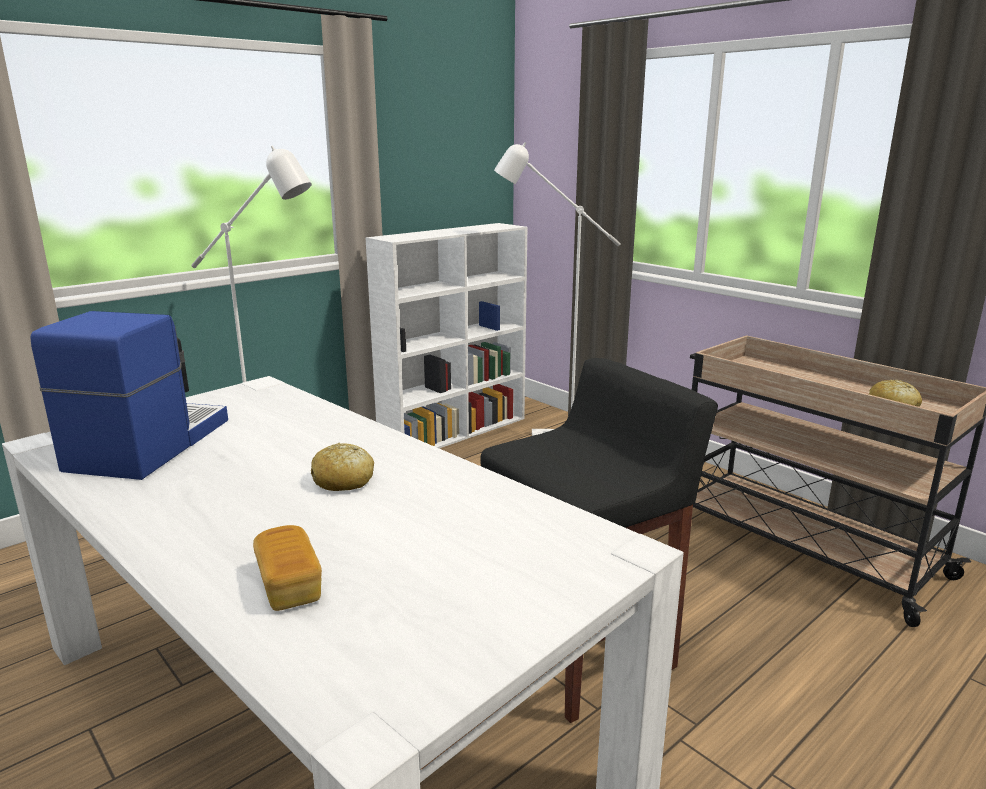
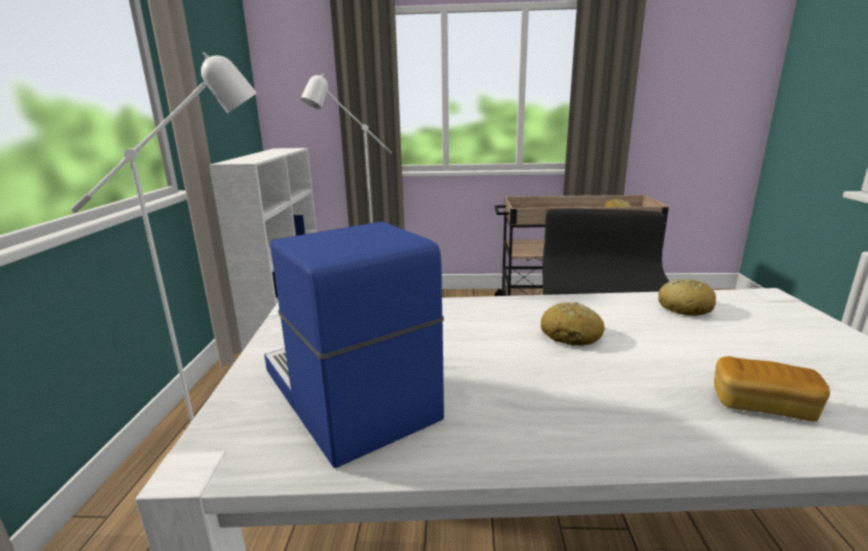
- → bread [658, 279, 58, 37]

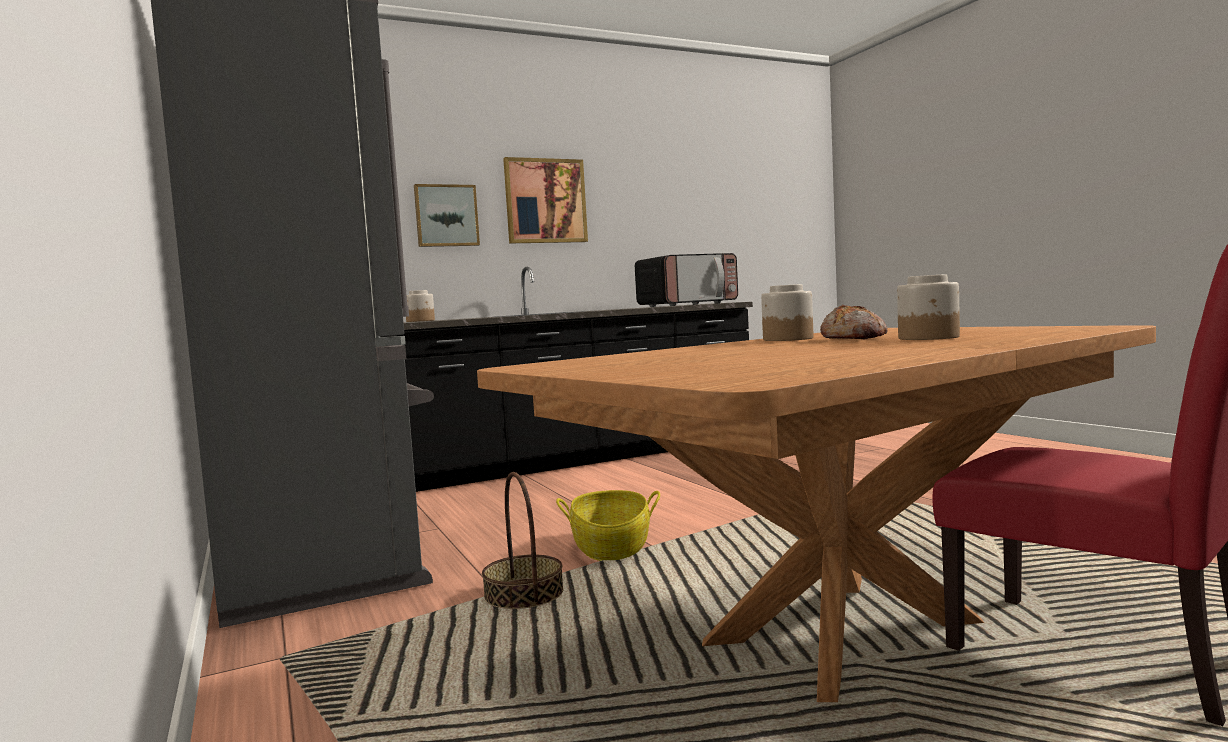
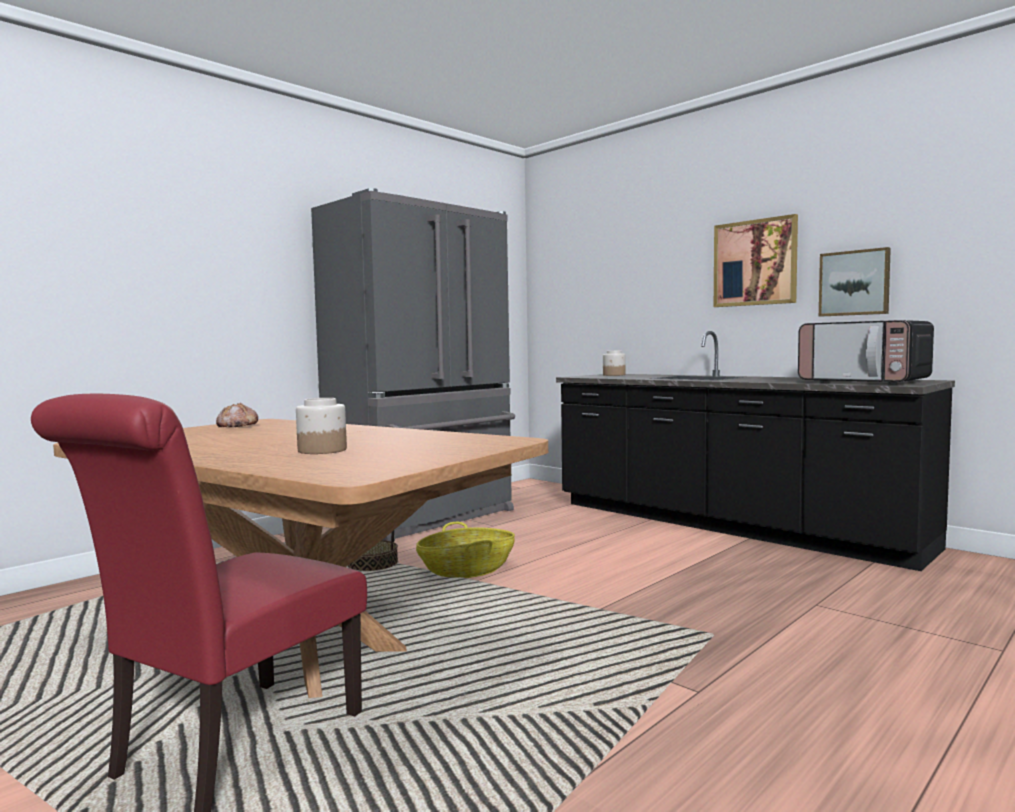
picture [414, 184, 66, 63] → picture [819, 247, 72, 69], move
jar [761, 284, 52, 57] → -
bread [820, 305, 67, 34] → bread [216, 403, 42, 24], move

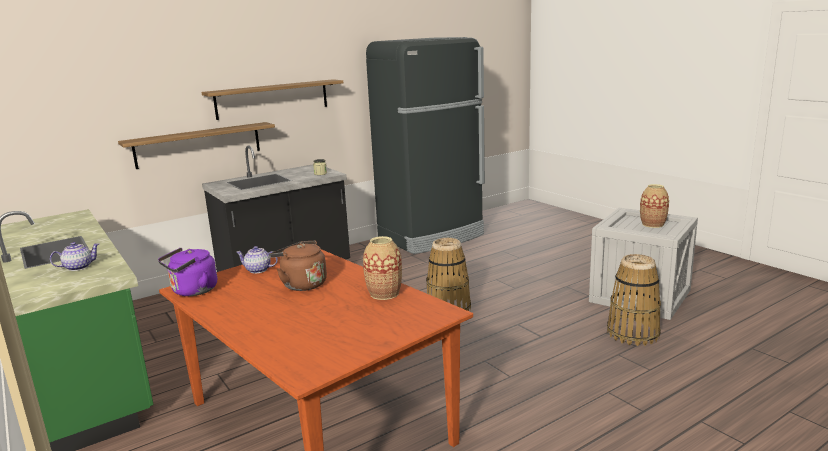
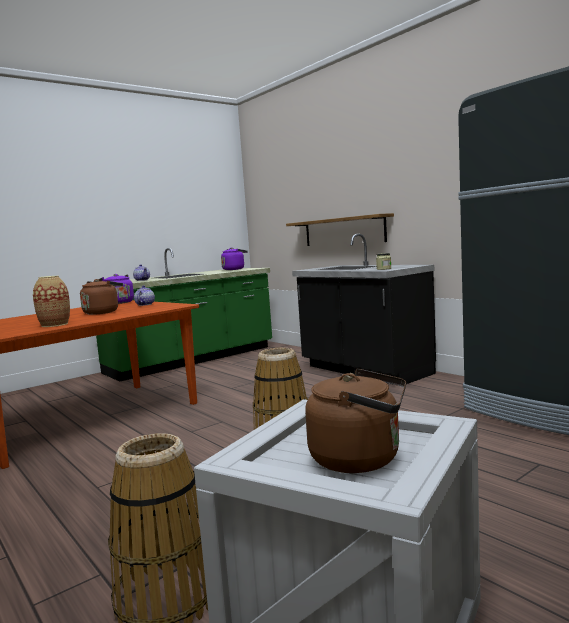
shelf [201, 79, 142, 41] → -
vase [640, 184, 29, 44] → brown kettle [305, 369, 101, 104]
- → purple kettle [221, 247, 27, 23]

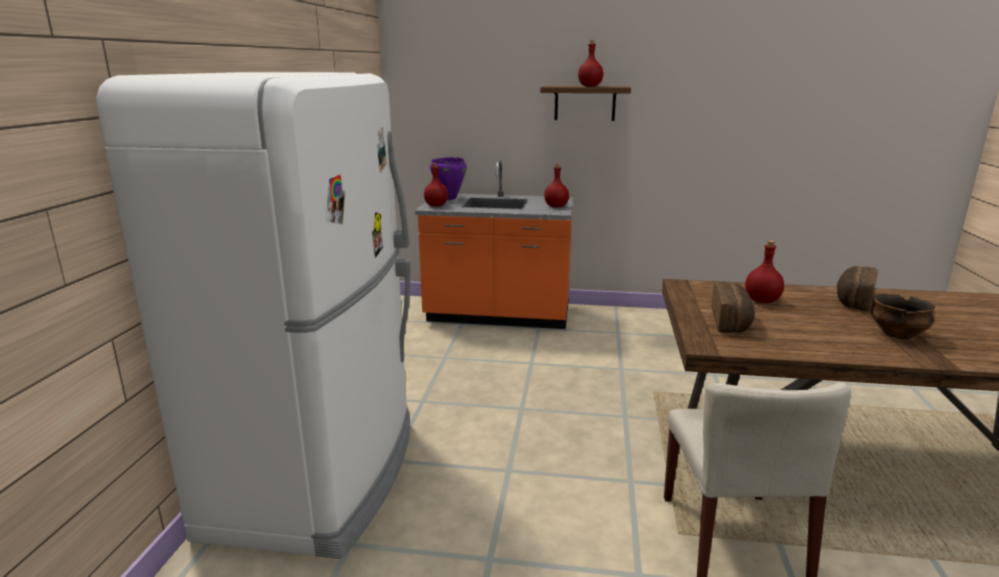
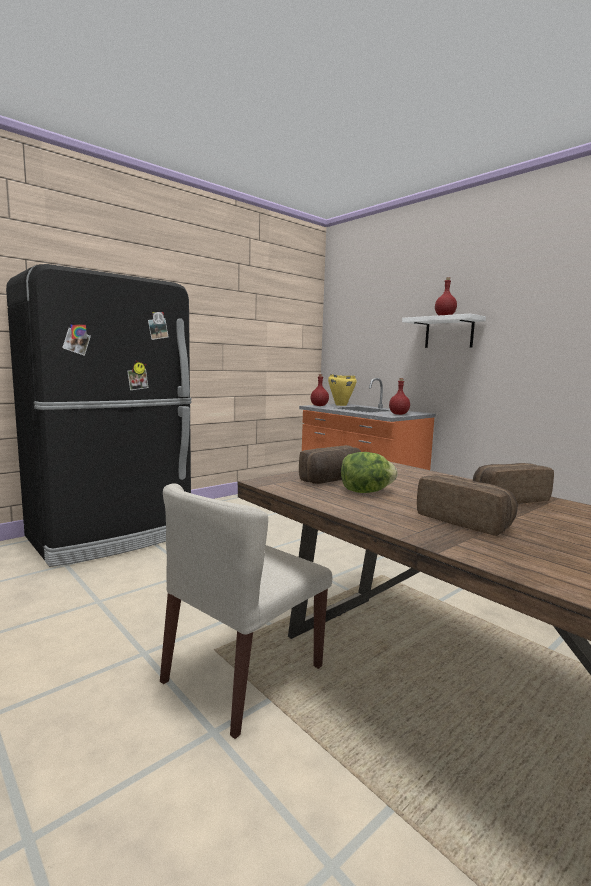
white fridge [97, 72, 313, 487] → black fridge [6, 264, 186, 303]
purple cooking pot [430, 157, 36, 43] → yellow cooking pot [328, 374, 29, 32]
brown shelf [540, 86, 91, 35] → white shelf [402, 314, 84, 34]
red bottle [745, 240, 39, 63] → -
bowl [871, 294, 64, 45] → bread [417, 474, 101, 62]
- → lettuce [341, 452, 57, 41]

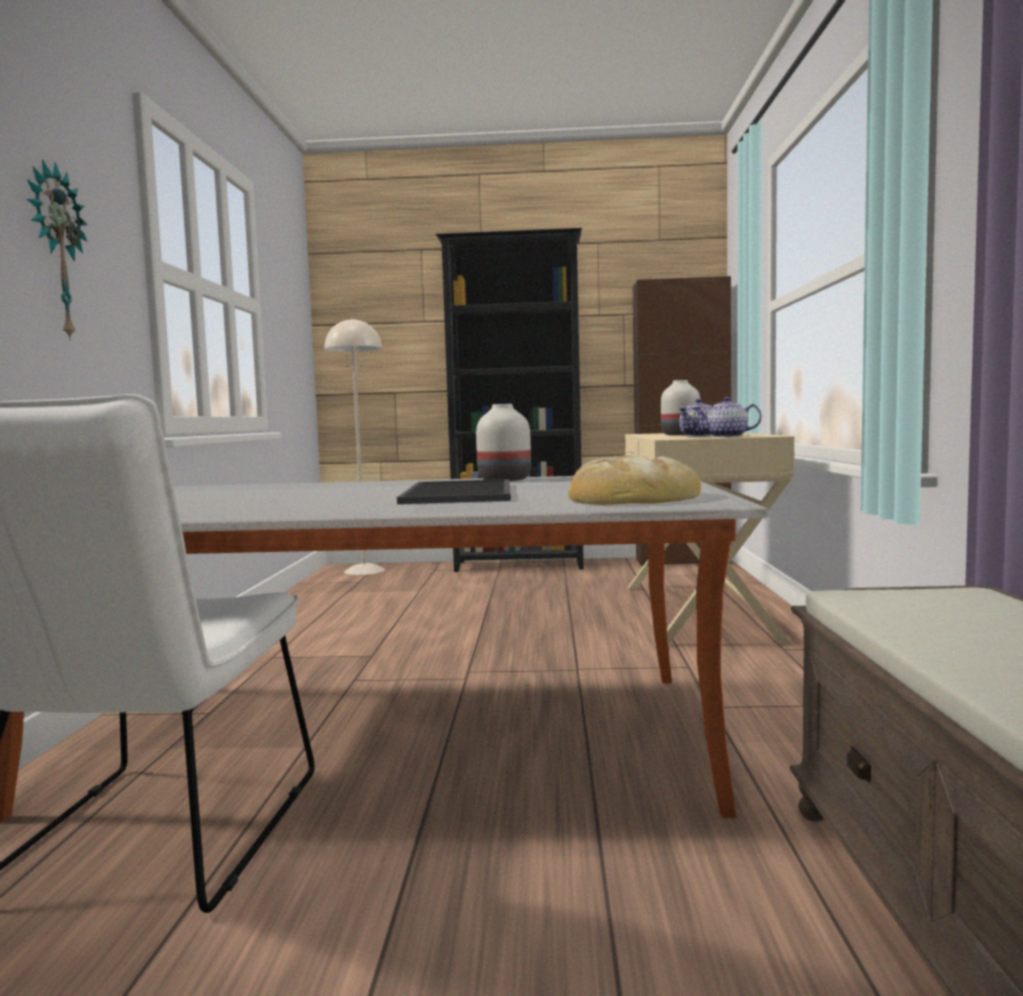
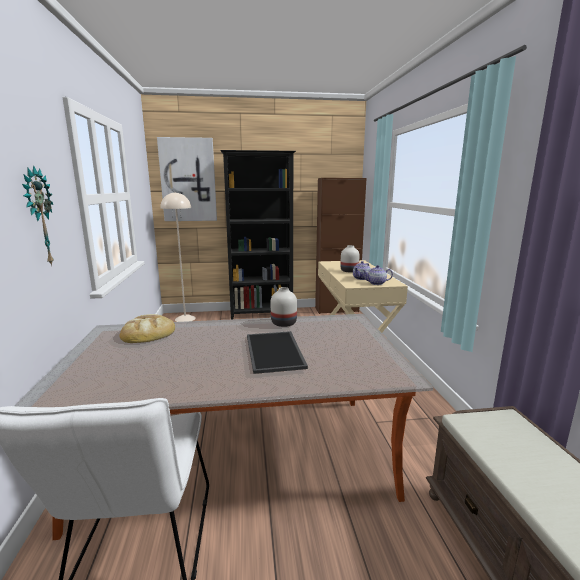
bread [568, 455, 133, 50] → bread [119, 314, 56, 29], move
- → picture [157, 137, 60, 84]

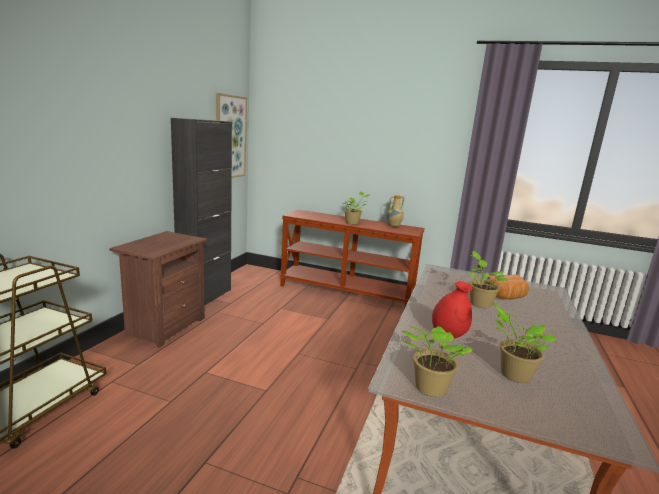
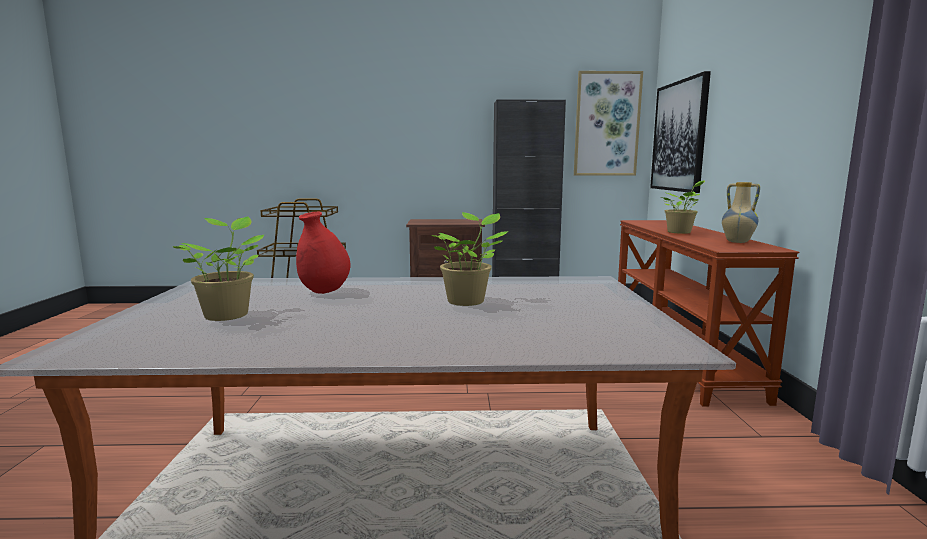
potted plant [402, 326, 71, 71] → -
bread [486, 275, 43, 24] → -
- → picture [650, 71, 61, 122]

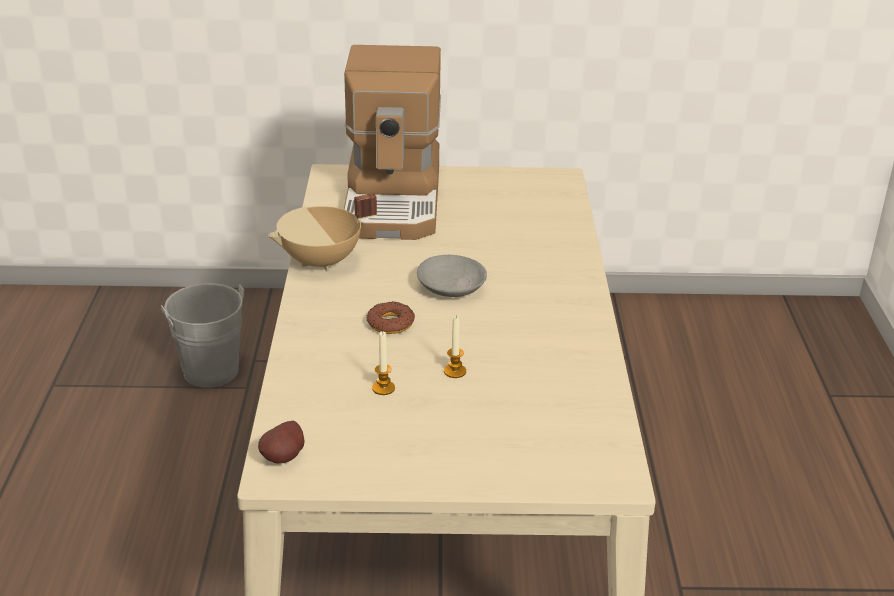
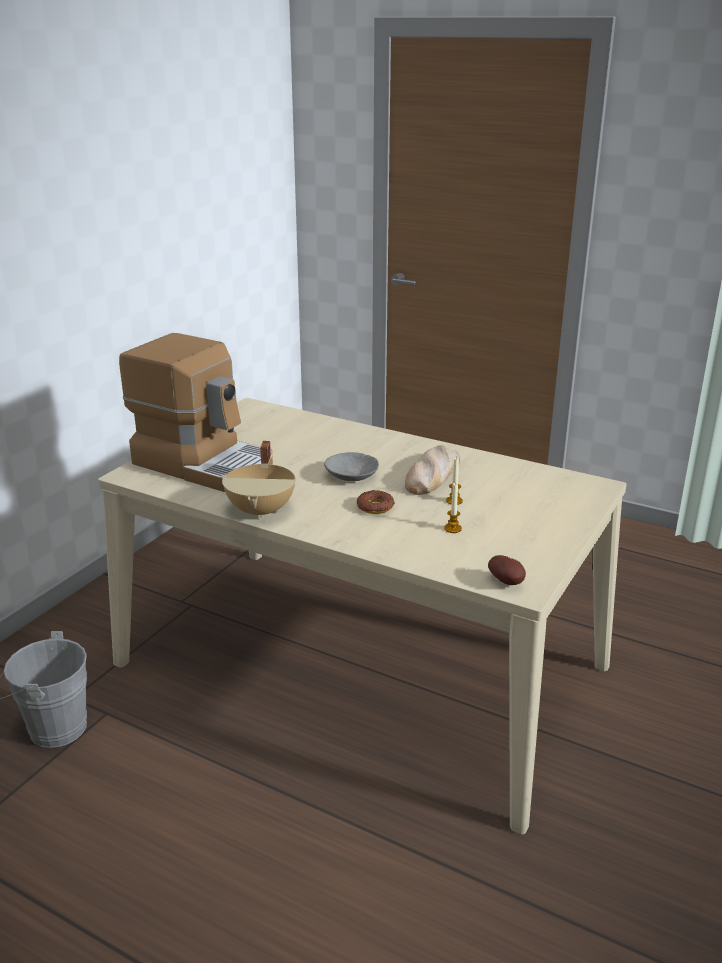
- → bread [405, 445, 55, 50]

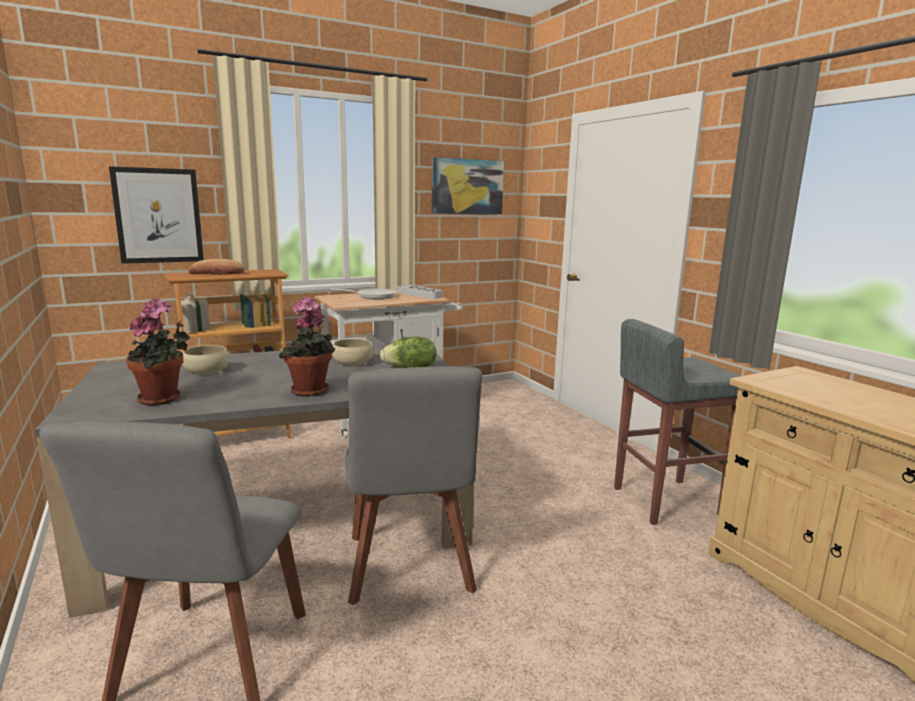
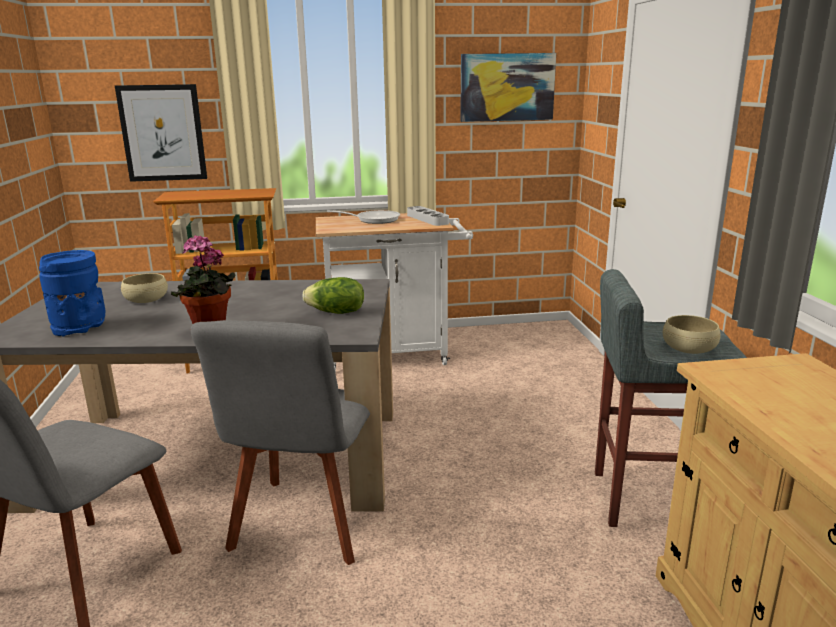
potted plant [126, 298, 64, 107] → blue vase [39, 250, 66, 87]
bread [188, 259, 57, 16] → -
beige bowl [332, 339, 41, 27] → beige bowl [663, 315, 58, 39], move

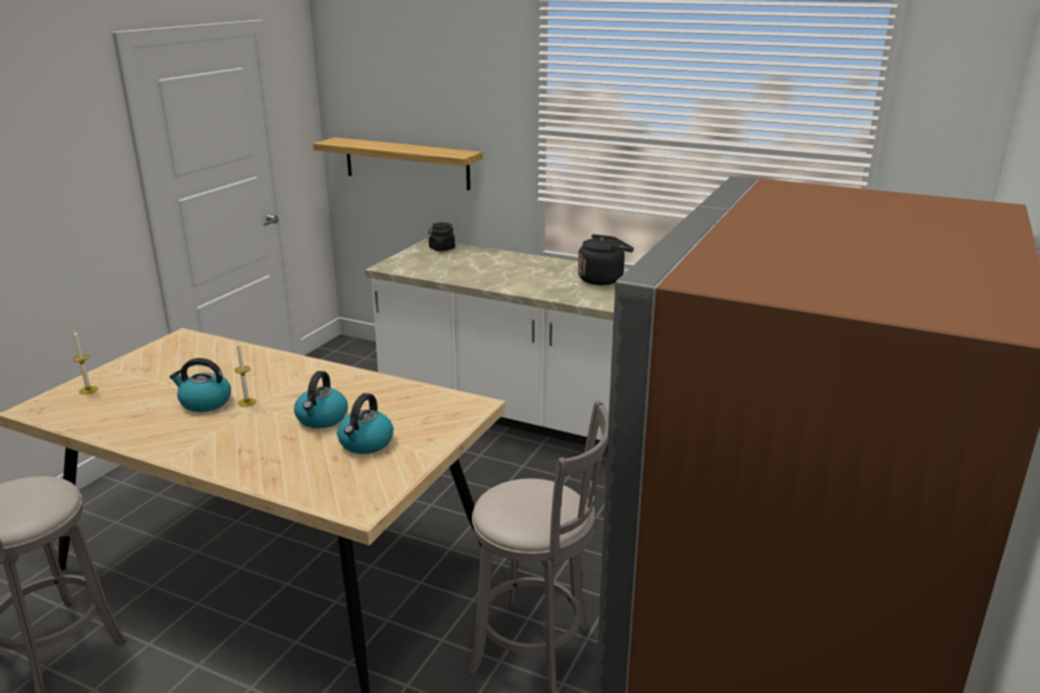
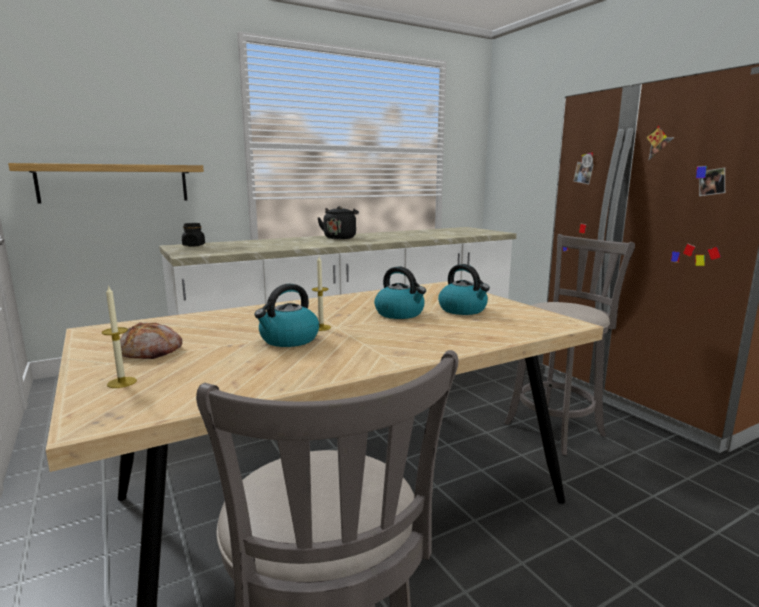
- → bread [120, 322, 62, 37]

